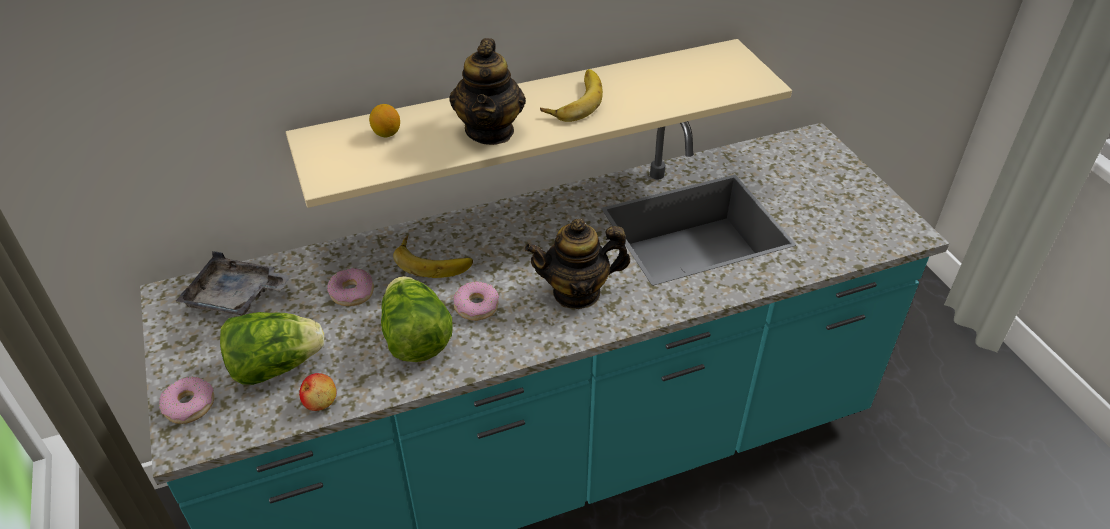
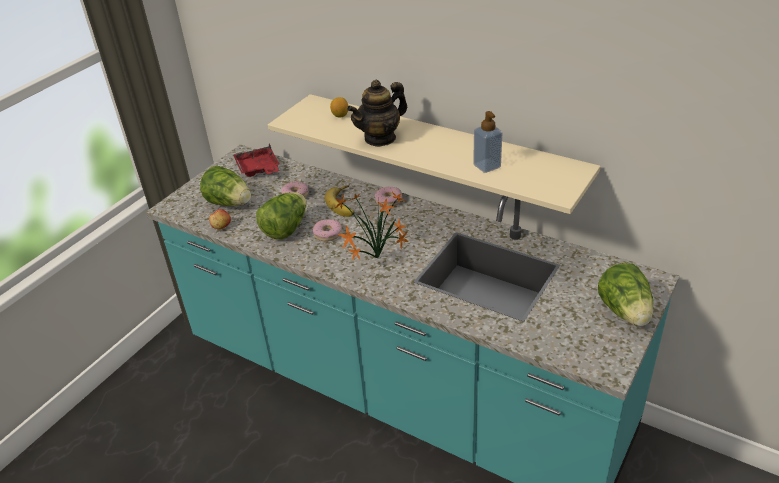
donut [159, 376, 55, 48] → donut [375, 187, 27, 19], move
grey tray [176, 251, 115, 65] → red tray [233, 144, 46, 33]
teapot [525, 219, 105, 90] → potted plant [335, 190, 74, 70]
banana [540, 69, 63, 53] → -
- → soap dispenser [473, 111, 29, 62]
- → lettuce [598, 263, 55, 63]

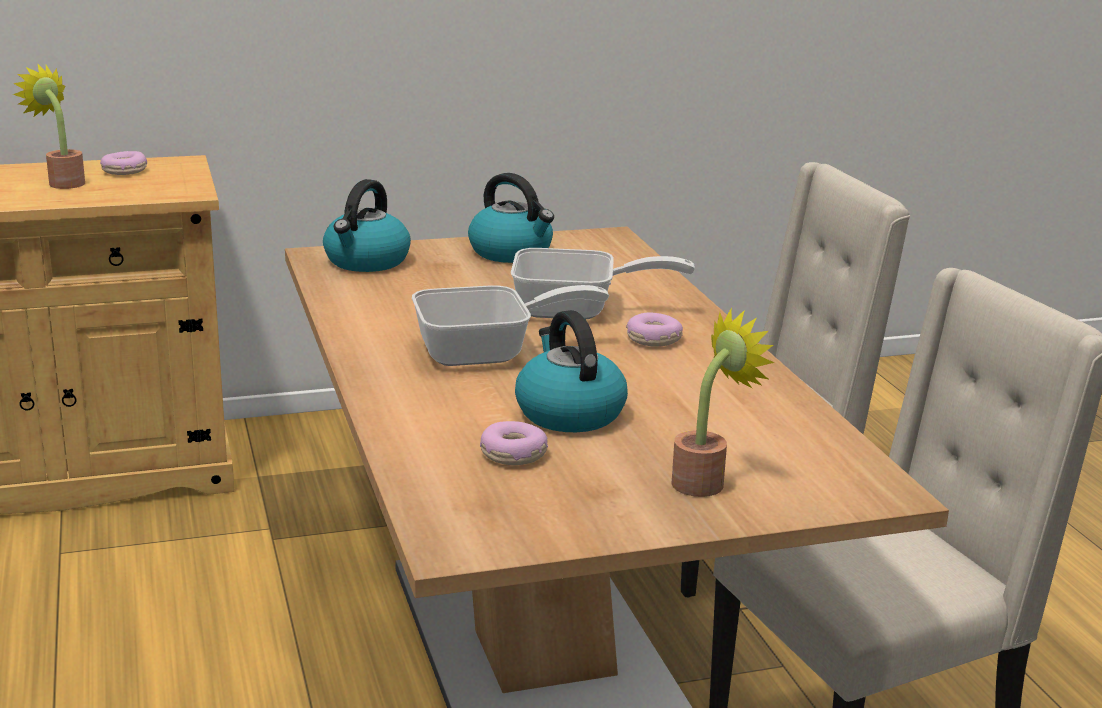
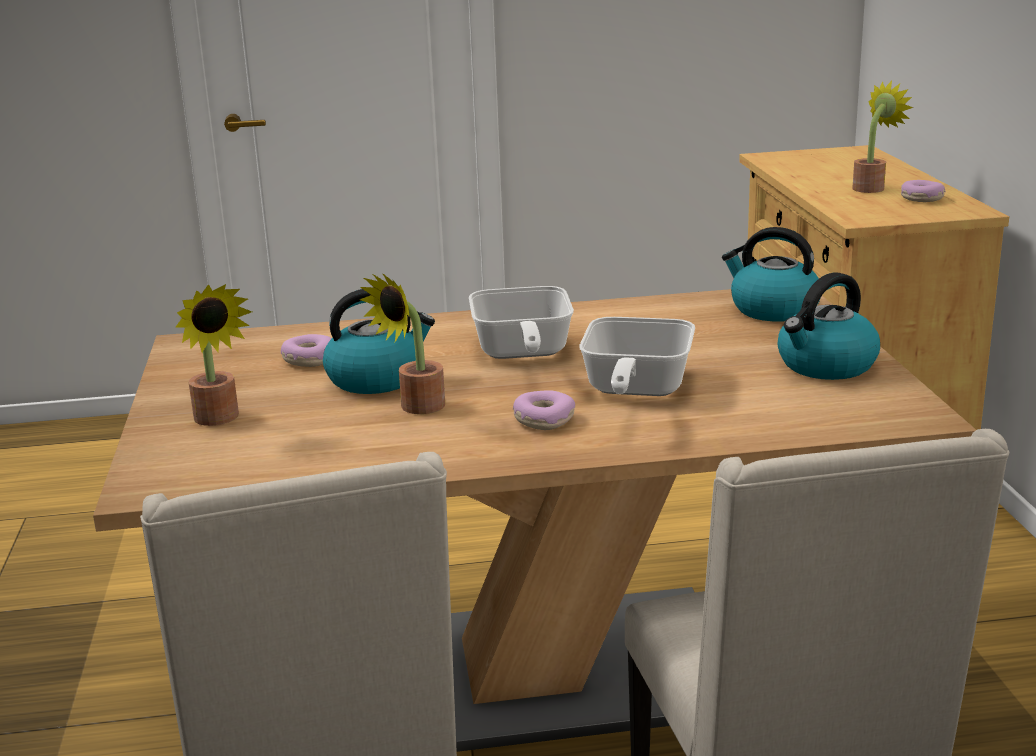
- → potted plant [360, 273, 85, 141]

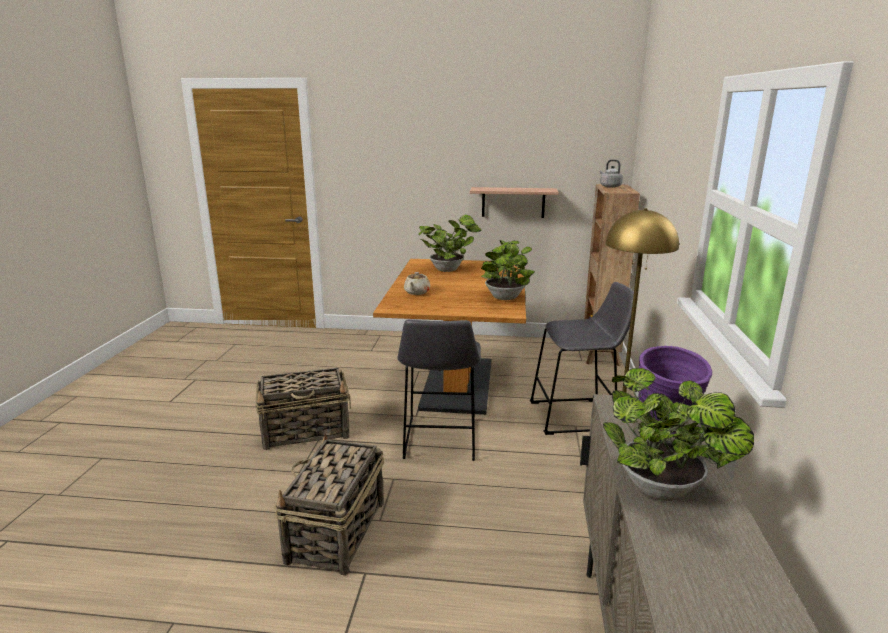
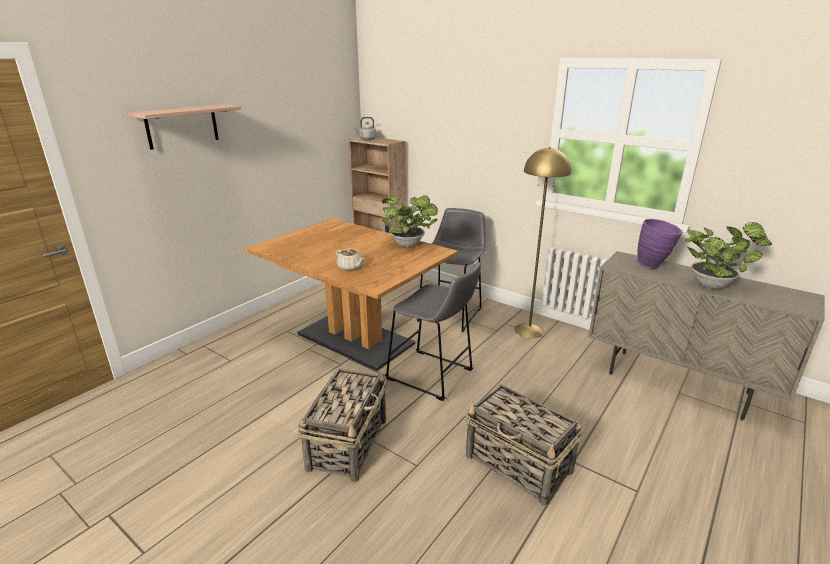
potted plant [418, 215, 64, 57] → -
shelf [470, 187, 89, 31] → shelf [128, 104, 113, 46], move

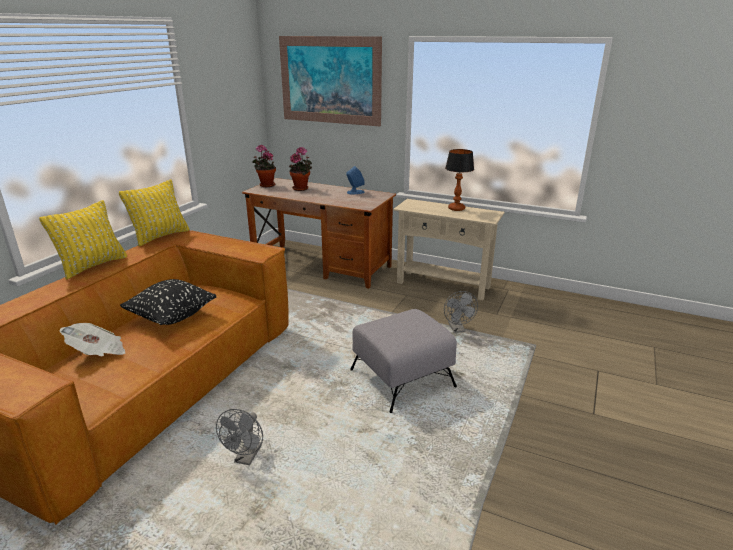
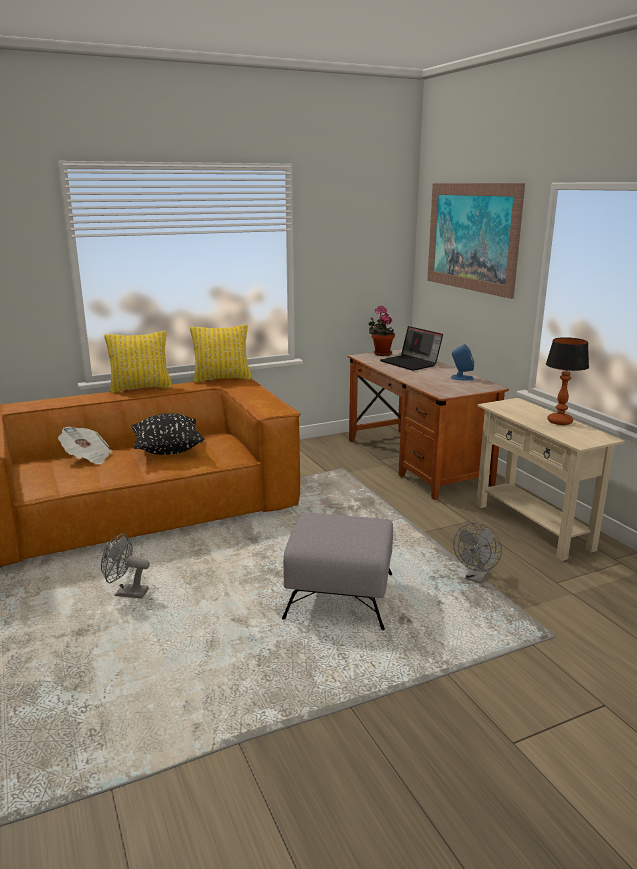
grey fan [216, 409, 47, 56] → grey fan [101, 533, 49, 65], 45 degrees clockwise
potted plant [289, 147, 23, 44] → laptop [380, 326, 63, 45]

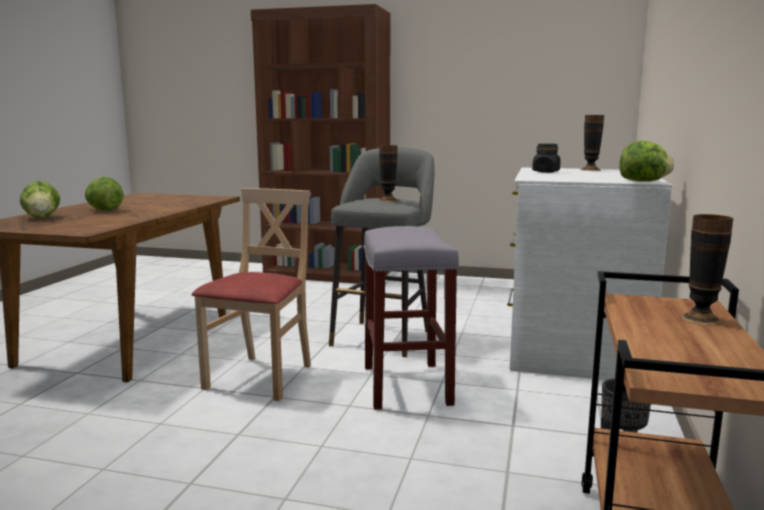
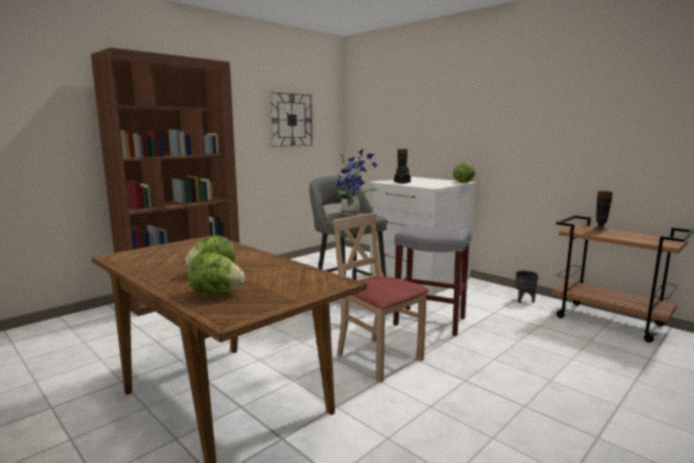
vase [378, 145, 20, 57] → potted plant [336, 149, 42, 66]
- → wall clock [268, 90, 46, 59]

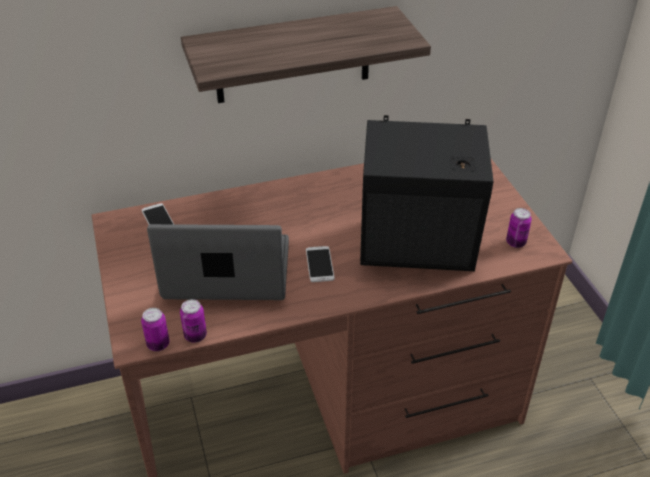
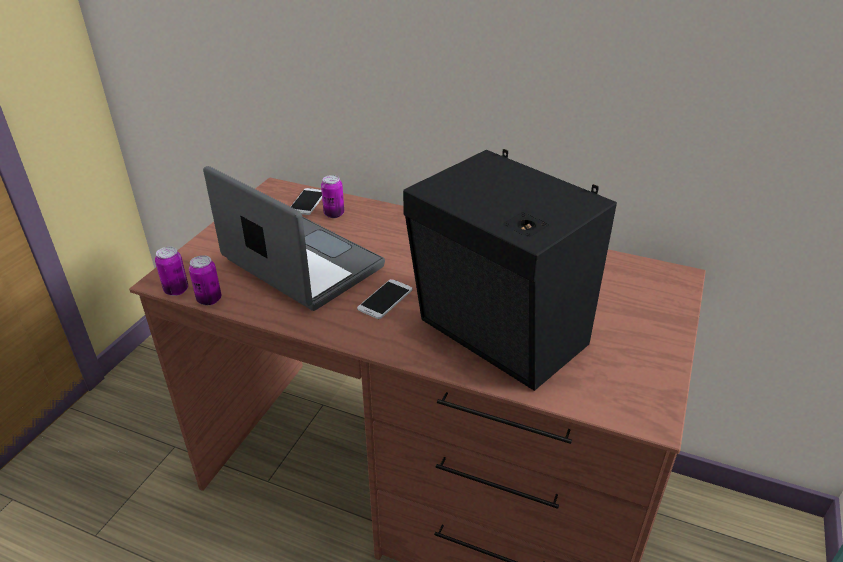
shelf [181, 6, 250, 97] → -
can [506, 208, 26, 40] → can [321, 175, 23, 43], move

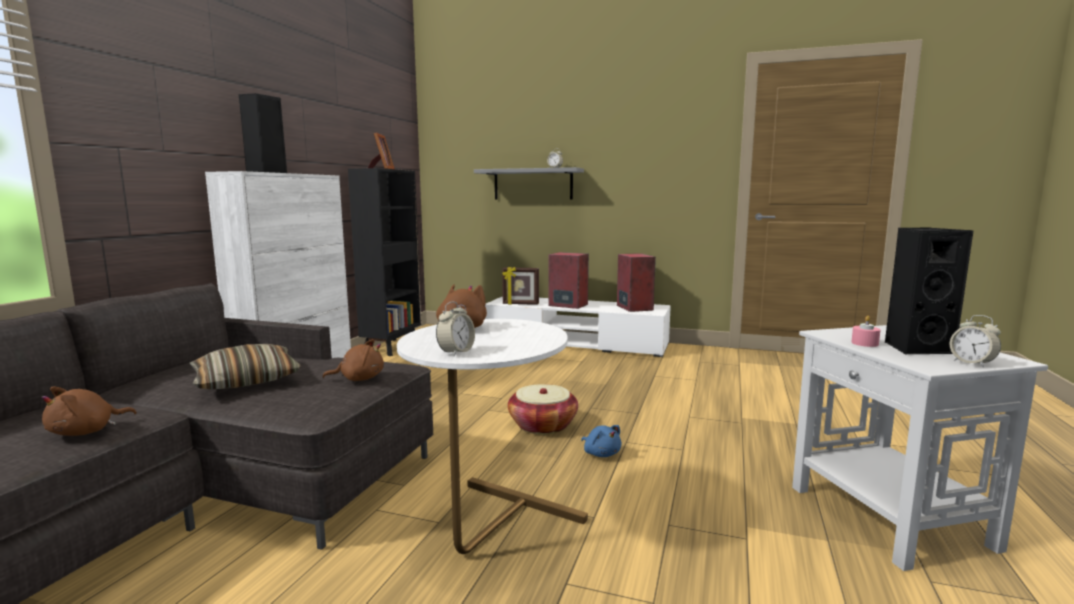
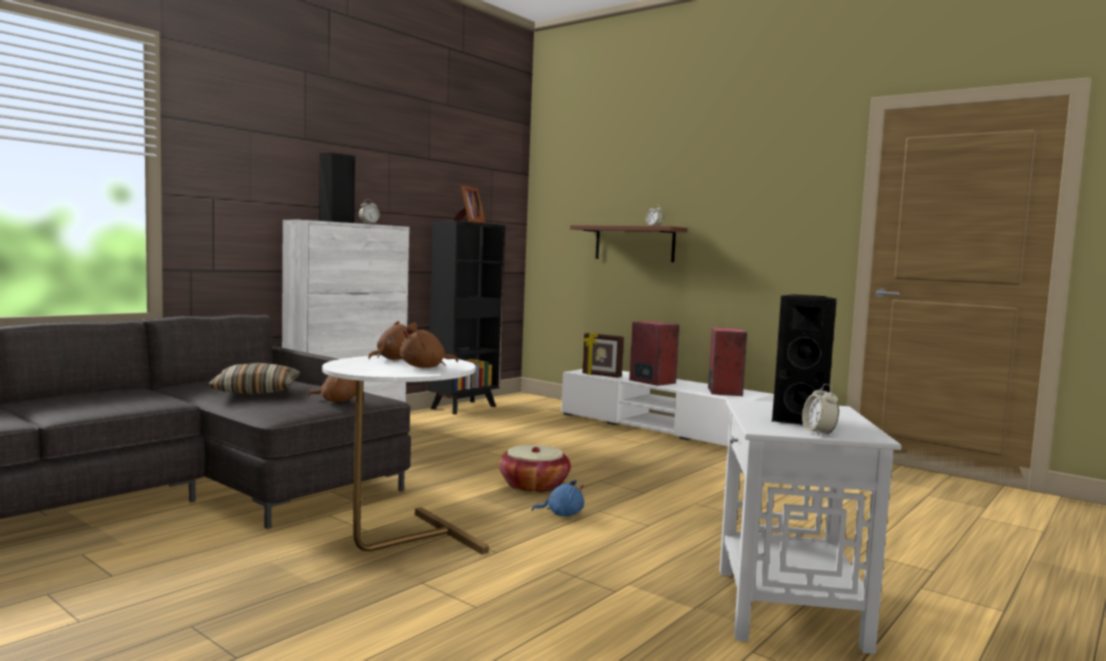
brown plush toy [41, 386, 96, 50] → brown plush toy [400, 327, 58, 41], move
alarm clock [436, 302, 39, 54] → alarm clock [359, 199, 20, 25], move
grey shelf [474, 167, 110, 32] → brown shelf [570, 225, 117, 37]
blue plush toy [581, 425, 41, 32] → blue plush toy [532, 480, 52, 36], 75 degrees counterclockwise
pink candle [851, 316, 29, 31] → -

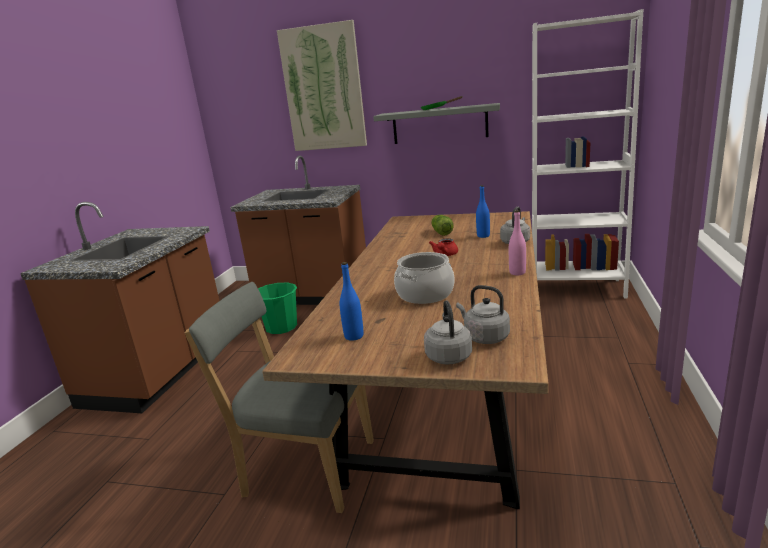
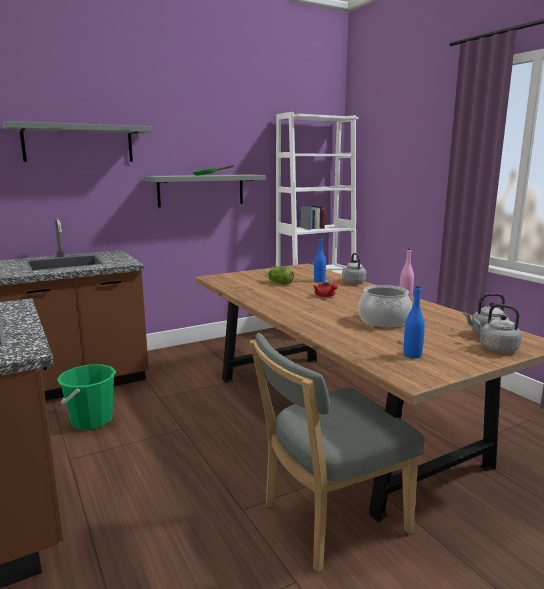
picture [277, 20, 90, 131] → grey shelf [3, 121, 149, 41]

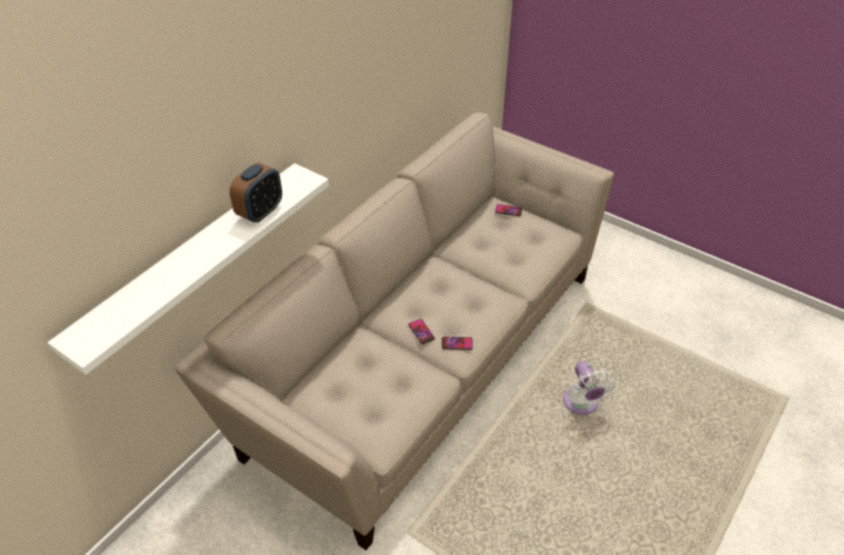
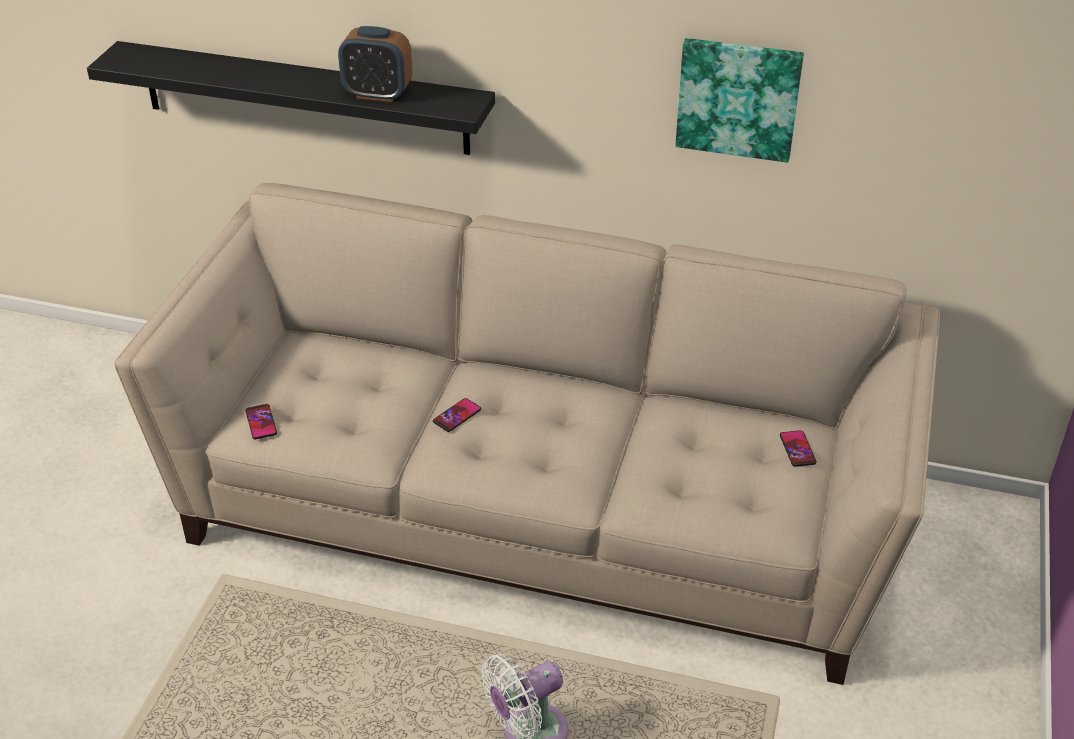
white shelf [47, 163, 282, 212] → black shelf [87, 41, 408, 114]
phone [442, 337, 31, 13] → phone [246, 404, 31, 35], move
- → picture [675, 38, 129, 125]

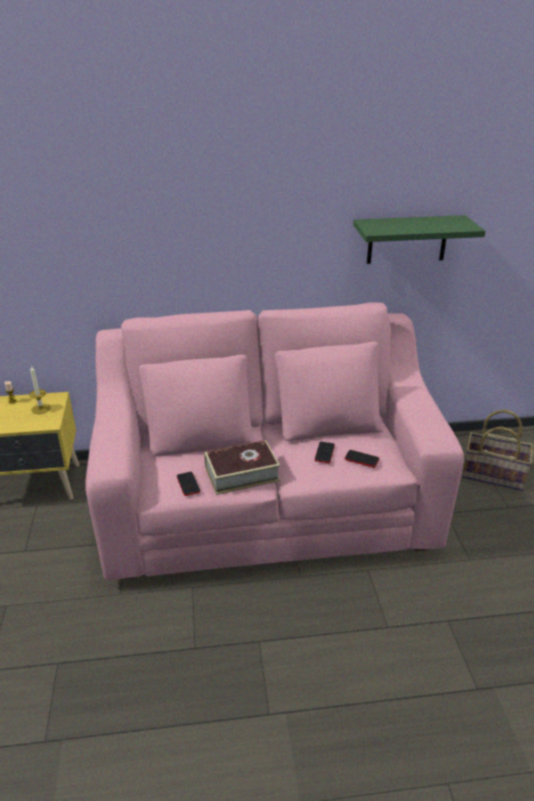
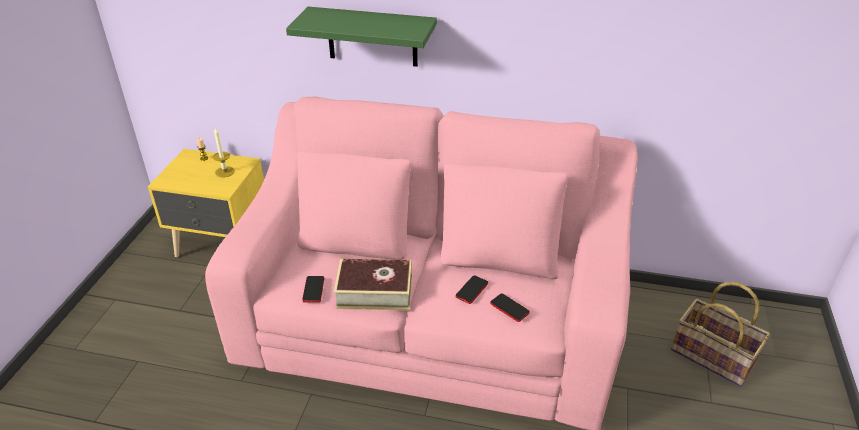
green shelf [353, 215, 133, 49] → green shelf [286, 7, 151, 60], move

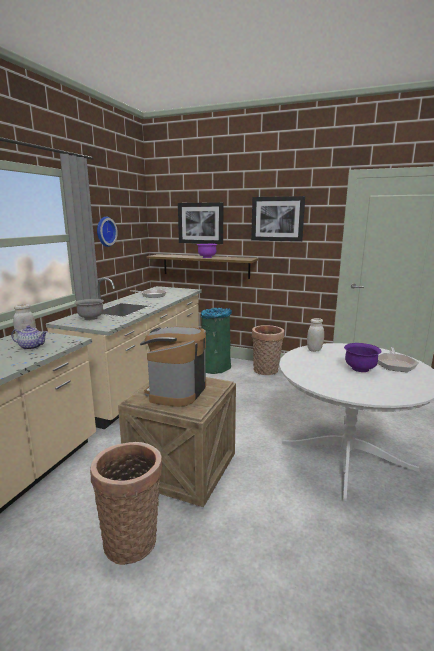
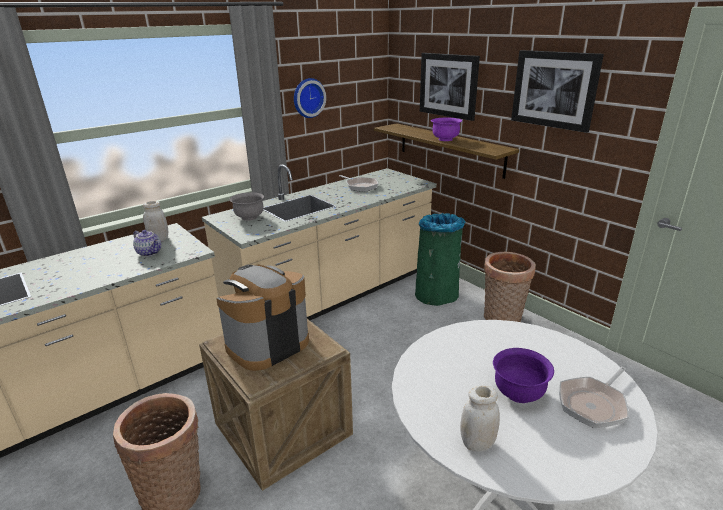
white jar [307, 318, 17, 34] → white jar [460, 385, 40, 67], move

